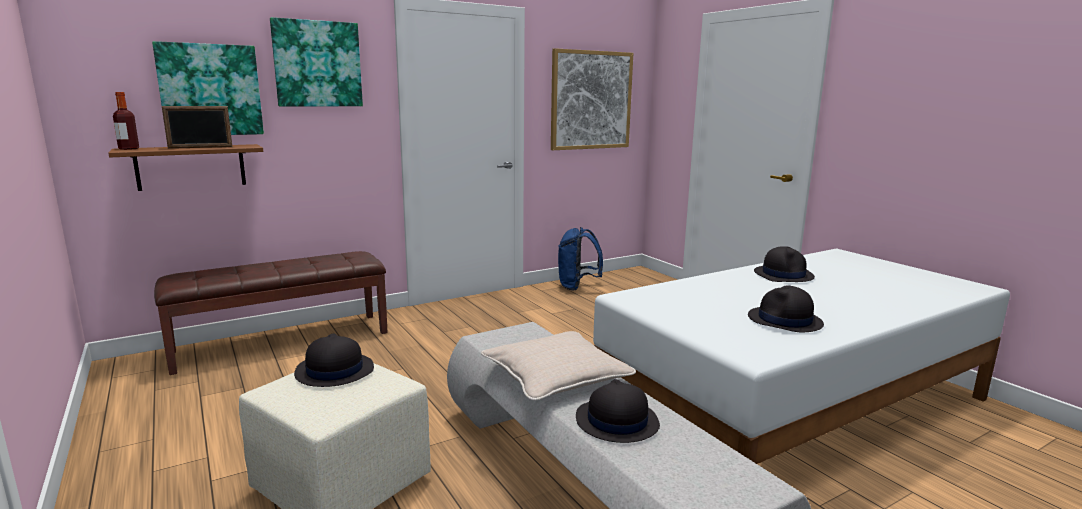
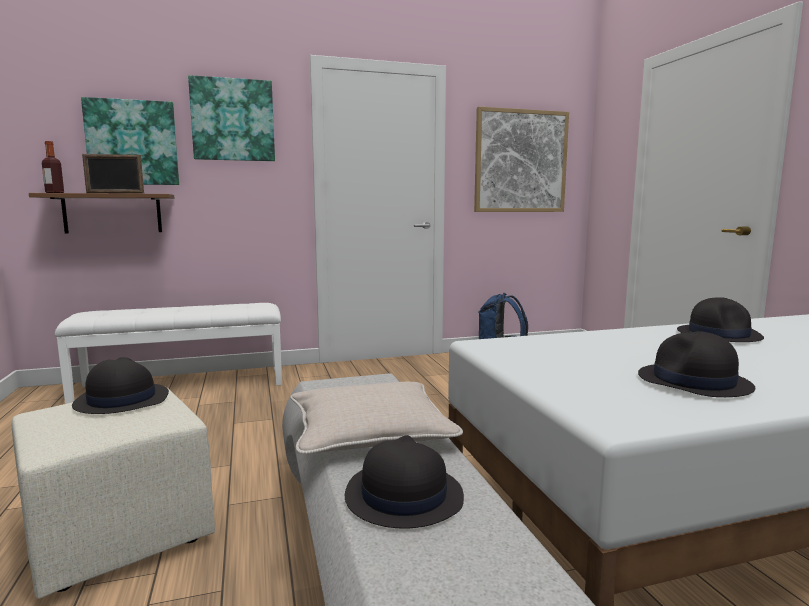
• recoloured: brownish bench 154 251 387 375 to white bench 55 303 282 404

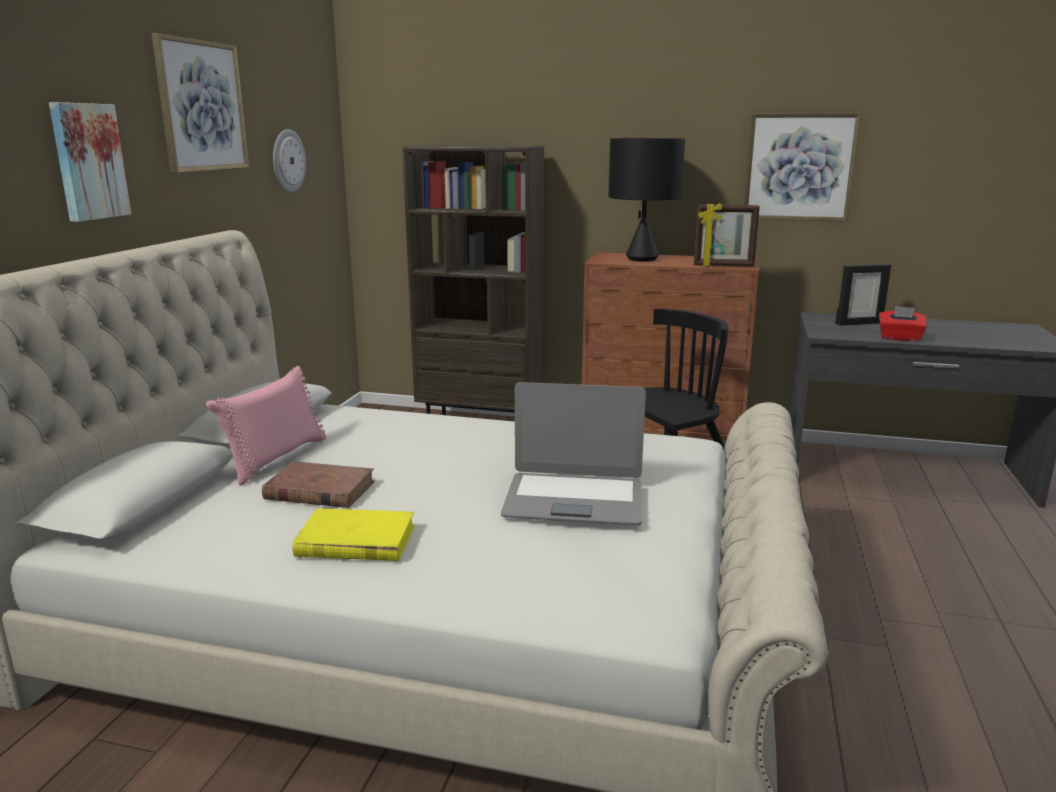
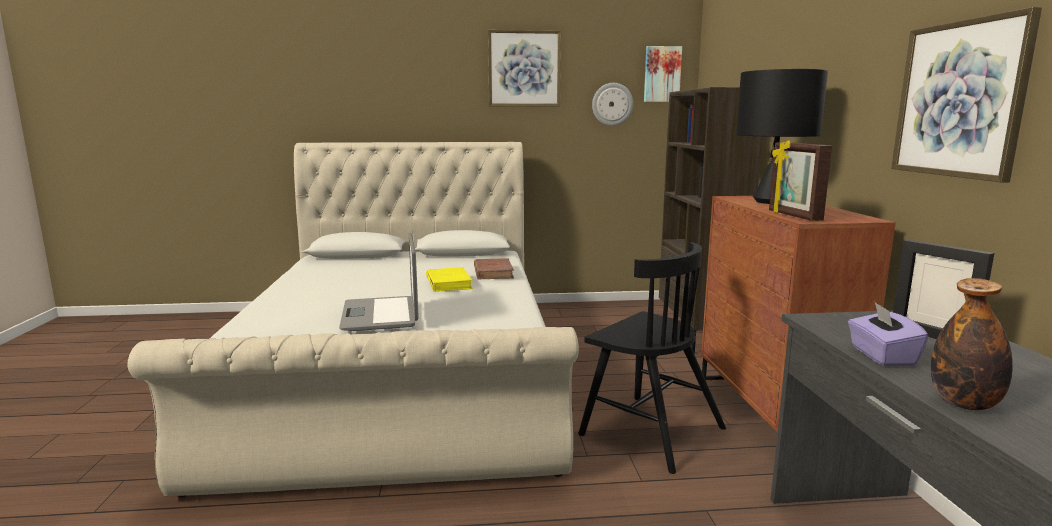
• moved: wall art 49 102 131 222 to 644 46 682 102
• removed: pink cushion 206 366 327 486
• moved: brownish bound book 262 461 375 508 to 474 258 514 279
• moved: yellow-coloured bound book 292 508 415 561 to 426 267 473 292
• recoloured: red tissue holder 879 306 927 341 to purple tissue holder 848 301 929 366
• added: bottle 931 278 1013 410

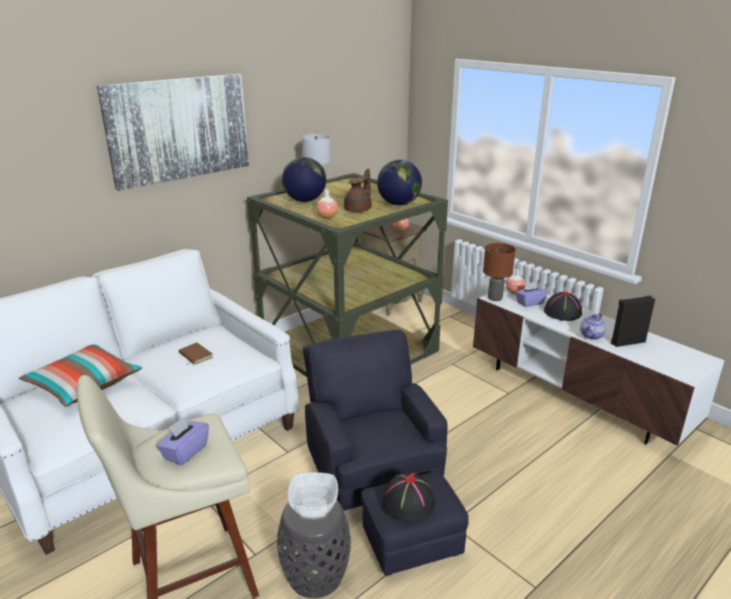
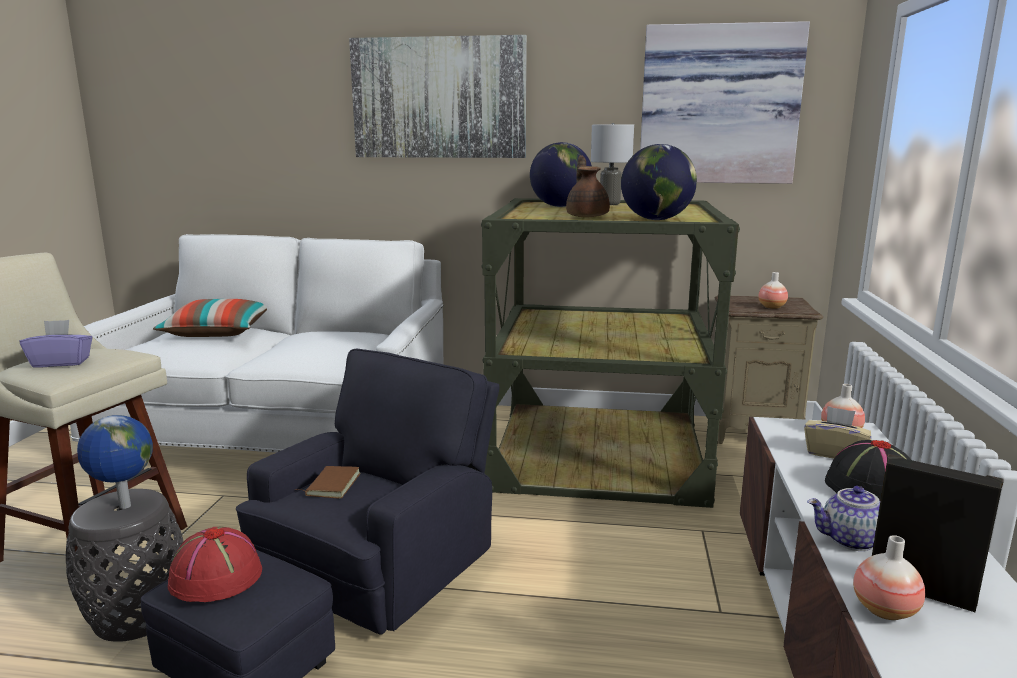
• moved: brownish bound book 179 343 213 365 to 295 466 360 499
• replaced: serving bowl 288 472 338 520 to desk globe 77 415 153 509
• moved: vase 316 190 338 219 to 853 535 925 620
• turned: brownish teapot 344 169 372 212 = 566 155 610 217 90 degrees counterclockwise
• recoloured: black-coloured wearable hat 382 472 435 522 to red wearable hat 168 527 262 602
• removed: brownish lamp for a table 483 243 516 301
• recoloured: purple tissue holder 515 282 548 307 to sand-coloured tissue holder 804 406 871 459
• added: wall art 640 21 810 184

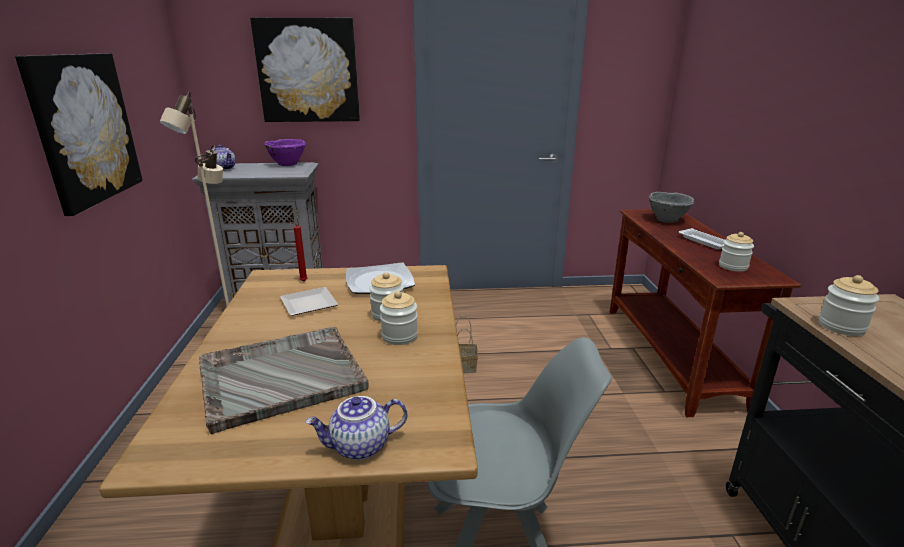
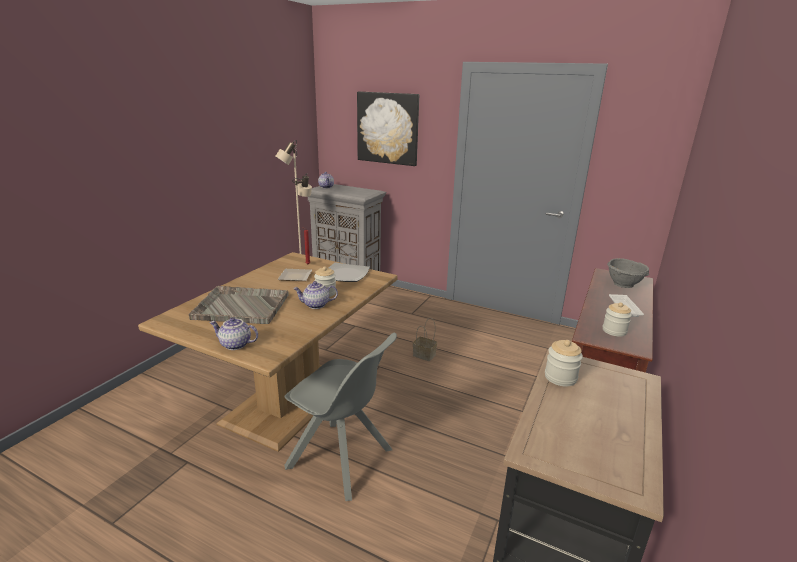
• removed: wall art 15 53 143 216
• removed: purple serving bowl 264 139 306 166
• replaced: storage jar 380 291 418 345 to teapot 293 281 338 309

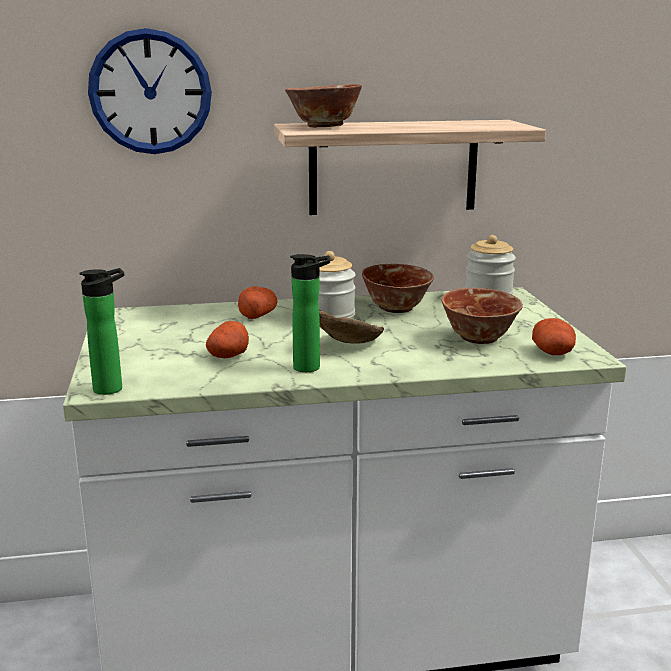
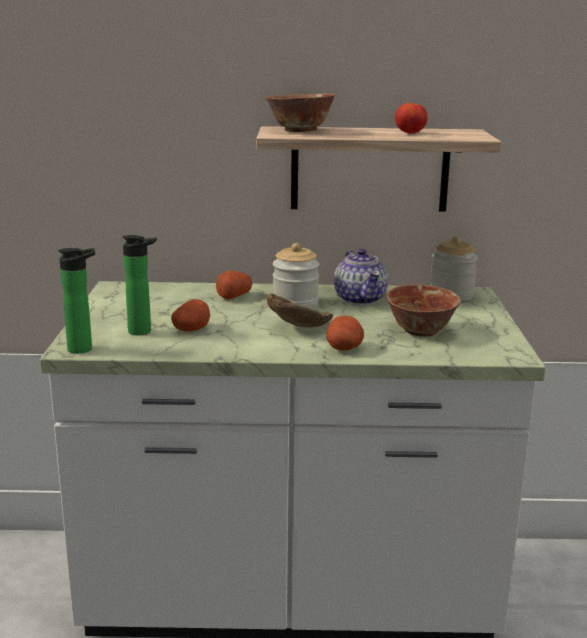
• removed: hanging clock 88 28 212 154
• moved: bottle 290 254 330 372 to 122 235 157 335
• replaced: serving bowl 362 264 434 313 to teapot 334 249 388 305
• moved: potato 532 318 576 355 to 326 316 364 351
• added: fresh tomato 395 103 428 134

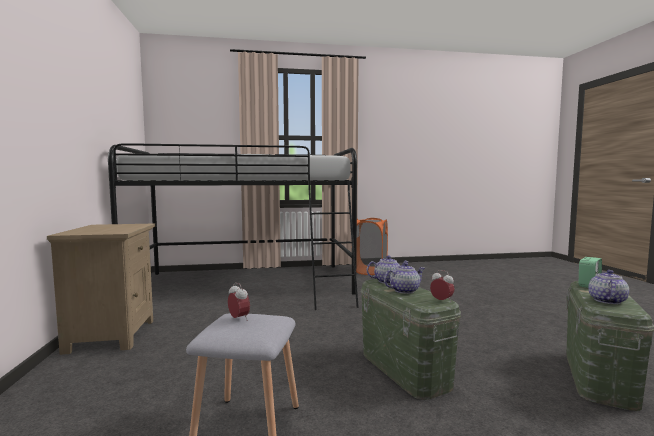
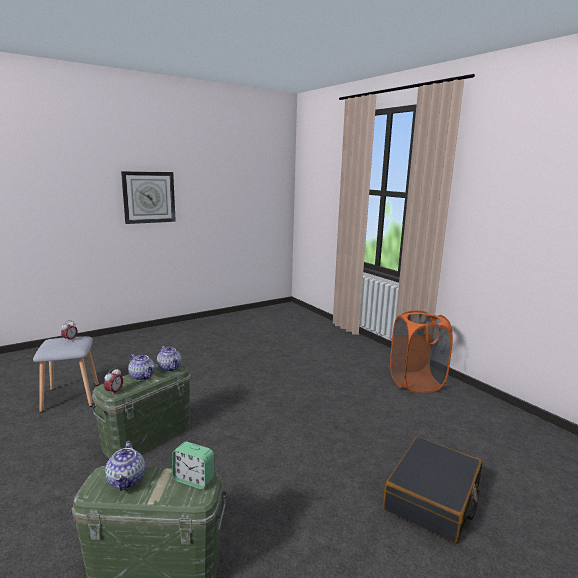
• removed: sand-coloured night table 47 223 155 355
• removed: black-coloured bedroom bed 108 143 359 310
• turned: teapot 588 270 629 304 = 105 441 145 491 75 degrees clockwise
• added: hanging clock 121 171 176 224
• added: black-coloured piece of luggage 383 437 482 543

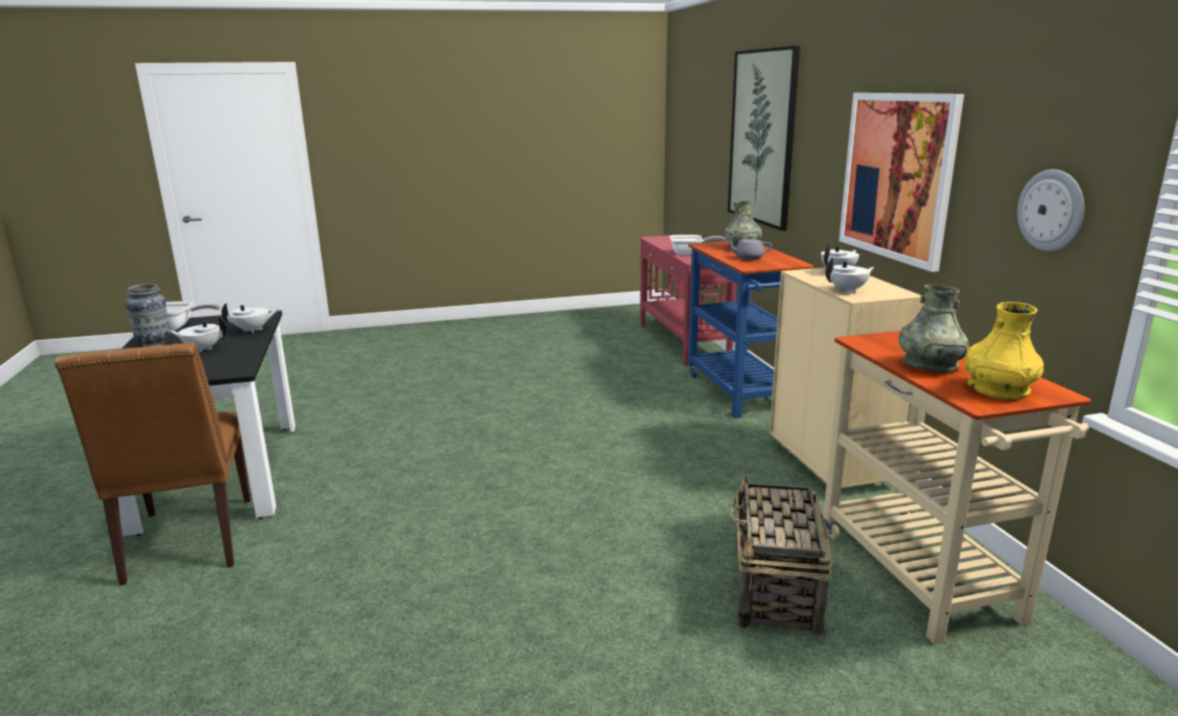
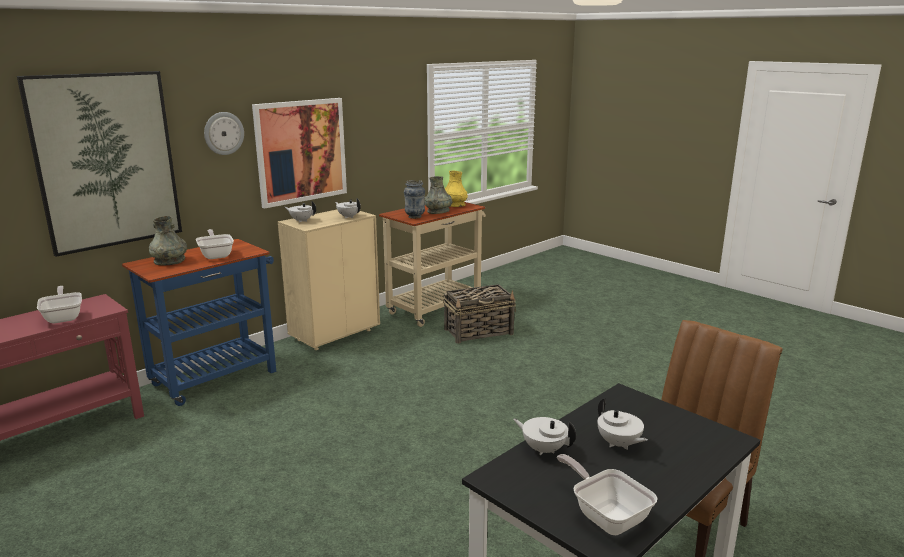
• moved: vase 125 284 171 347 to 404 180 425 219
• replaced: gray teapot 726 236 772 260 to skillet 196 229 234 259
• moved: hanging clock 1017 169 1084 251 to 204 112 244 155

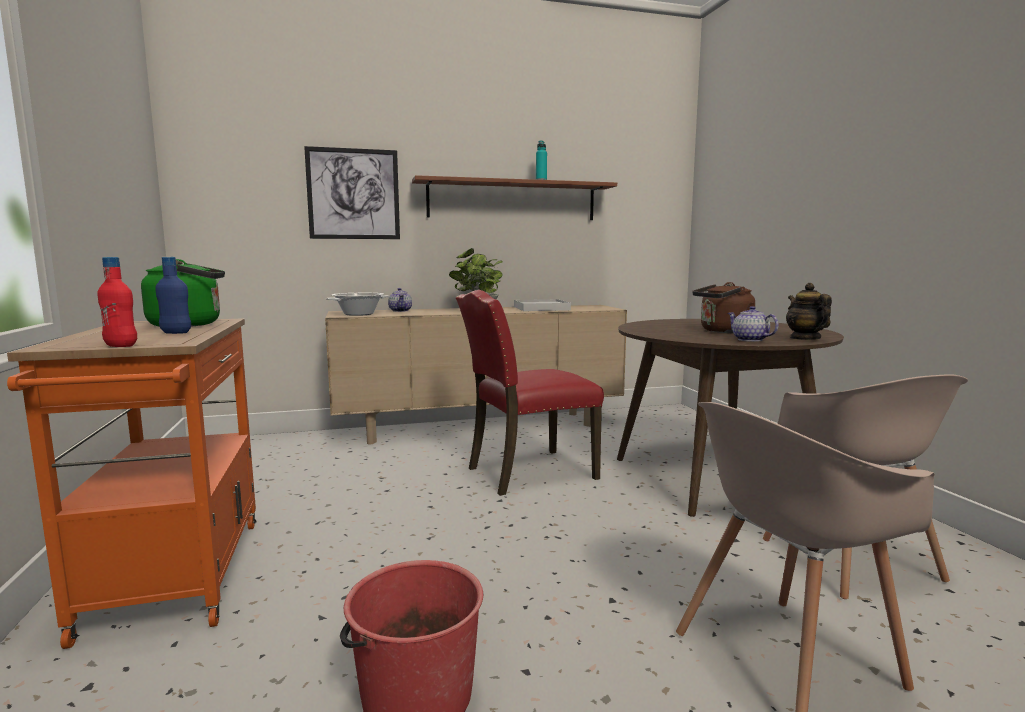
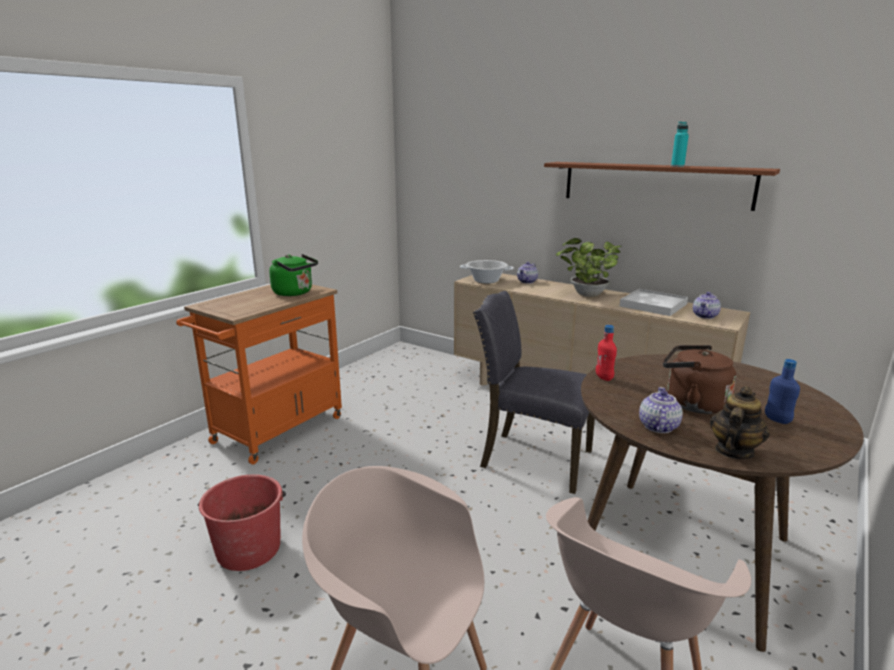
• moved: red bottle 97 257 137 347 to 596 325 617 381
• moved: bluish bottle 155 257 191 334 to 765 359 800 424
• removed: wall art 304 146 400 239
• recoloured: red plain chair 456 290 604 496 to gray plain chair 473 291 595 494
• added: teapot 693 292 721 319

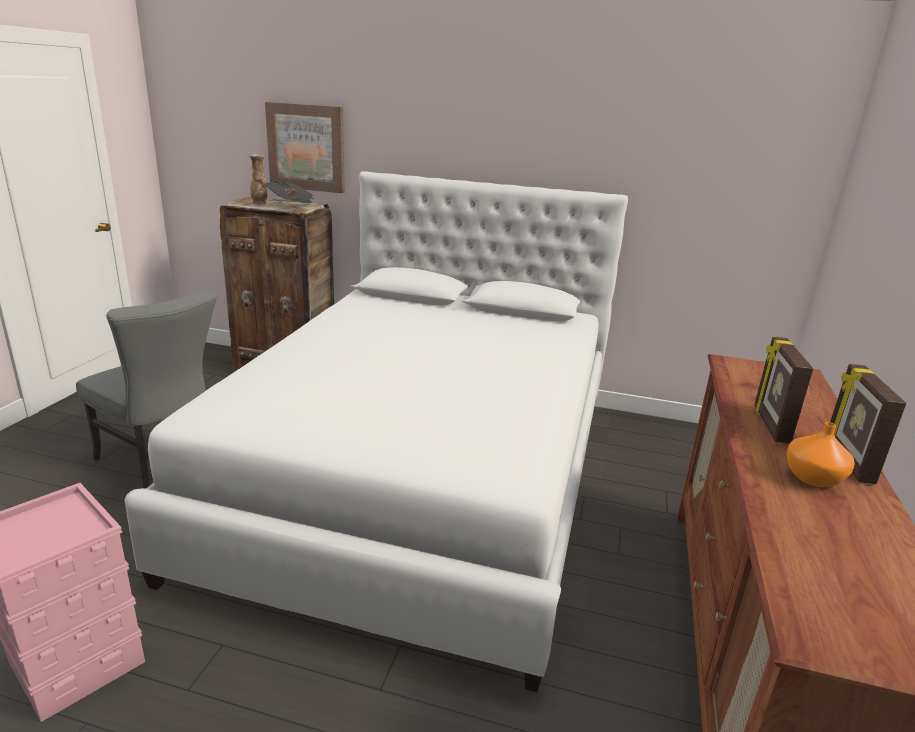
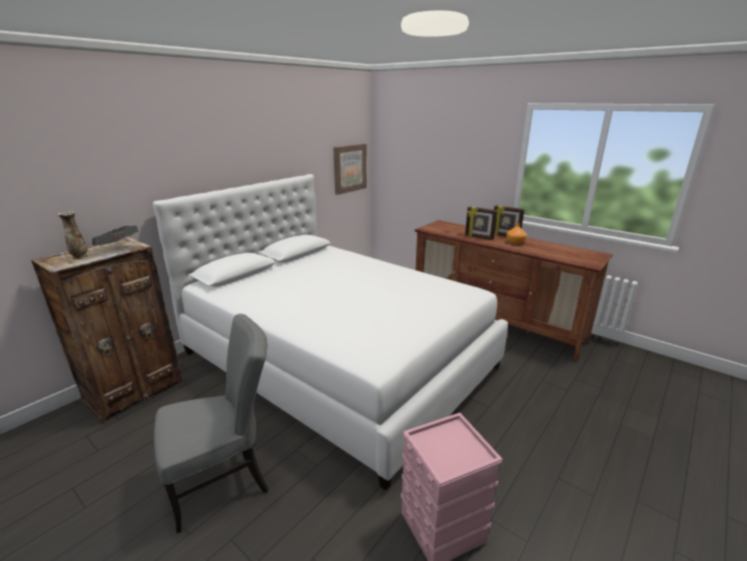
• moved: wall art 265 102 345 193 to 333 144 367 195

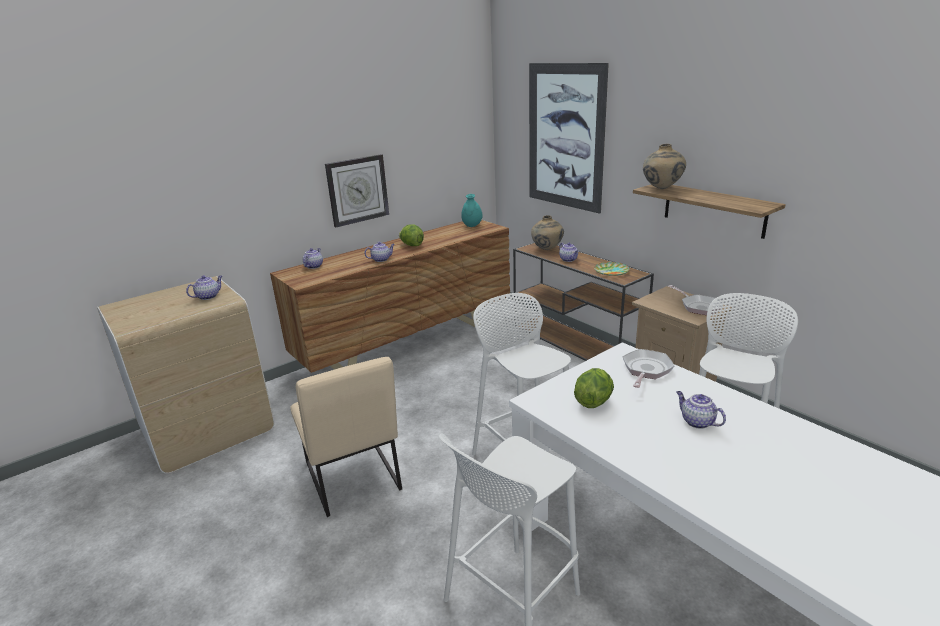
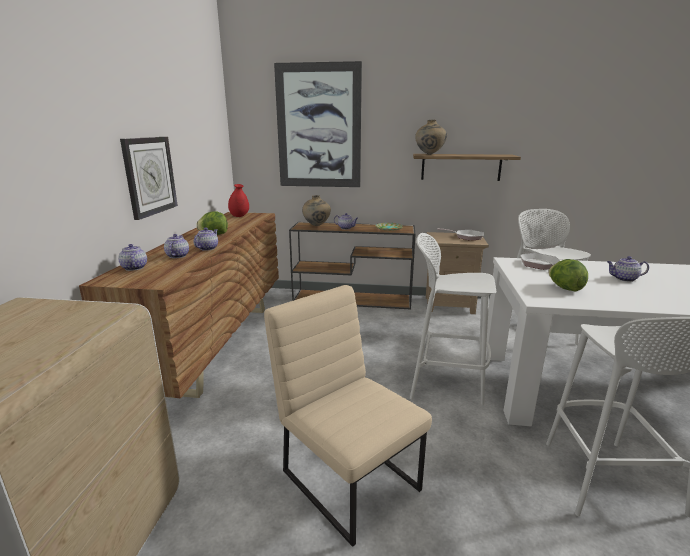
• moved: teapot 186 275 222 300 to 164 234 189 258
• turned: sand-coloured plain chair 290 357 402 517 = 264 285 432 547 150 degrees counterclockwise
• recoloured: turquoise-coloured vase 461 194 483 227 to red vase 228 184 249 217

